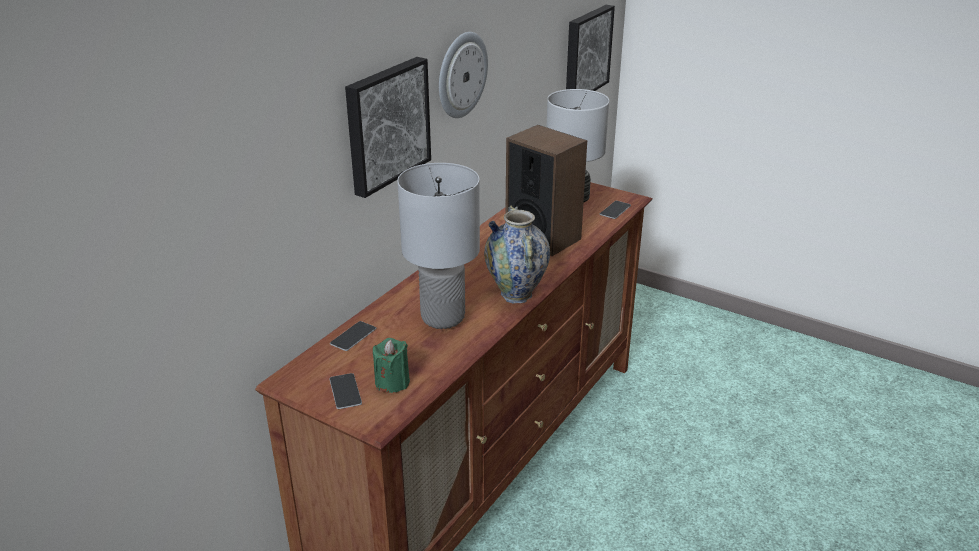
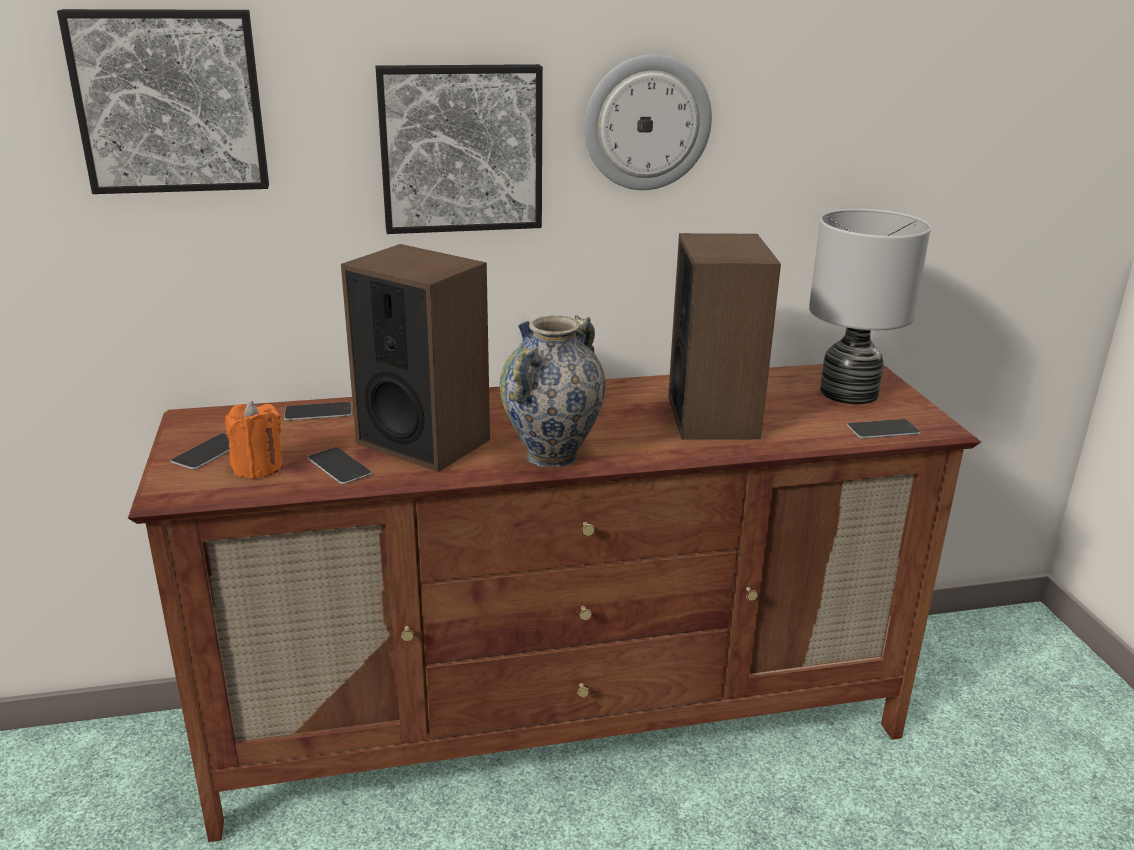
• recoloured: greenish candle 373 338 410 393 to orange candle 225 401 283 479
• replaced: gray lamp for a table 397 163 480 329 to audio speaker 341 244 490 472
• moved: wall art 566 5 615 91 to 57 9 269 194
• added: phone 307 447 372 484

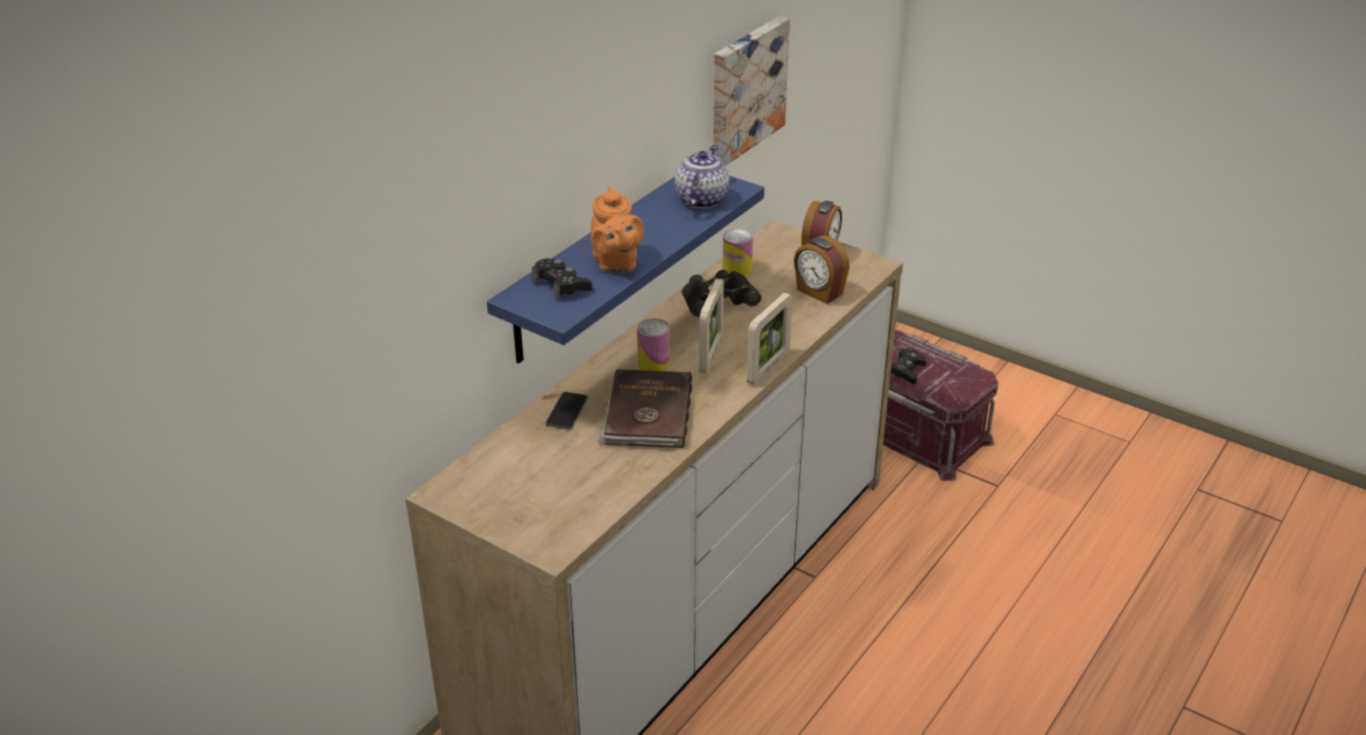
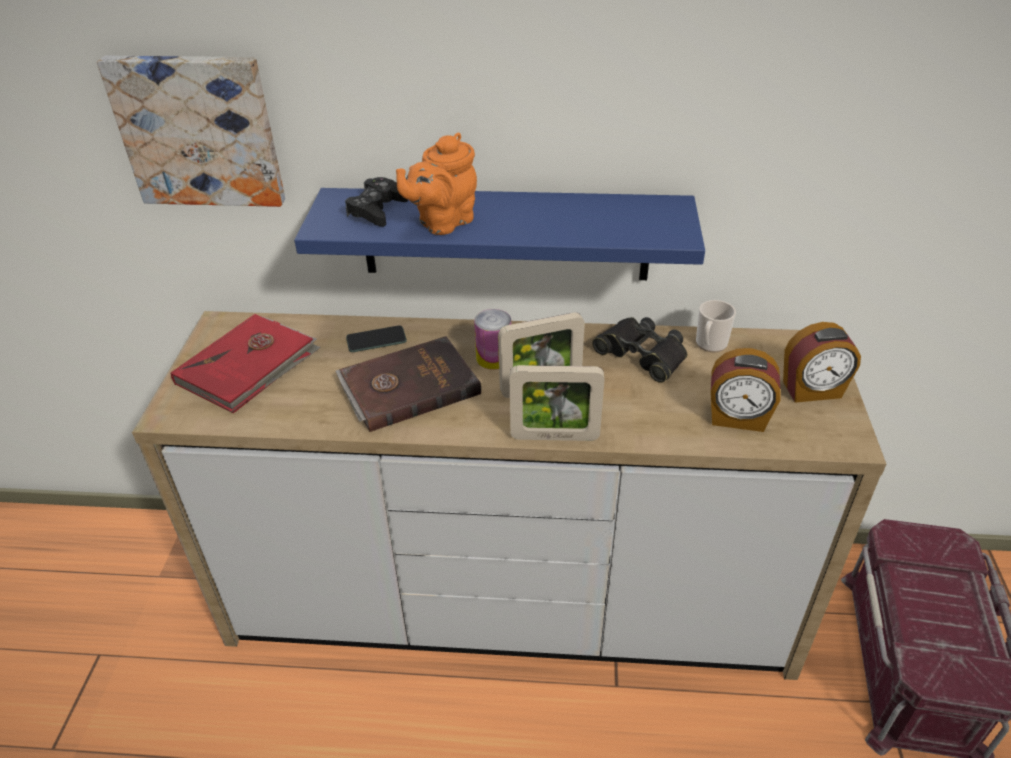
• removed: teapot 674 145 729 208
• moved: wall art 713 16 790 166 to 97 56 285 207
• replaced: sealed can 722 229 753 276 to tea mug 696 300 736 352
• turned: table clock 794 235 850 304 = 711 348 780 432 90 degrees counterclockwise
• removed: black-coloured joypad 891 348 927 384
• added: red bound book 171 314 321 413

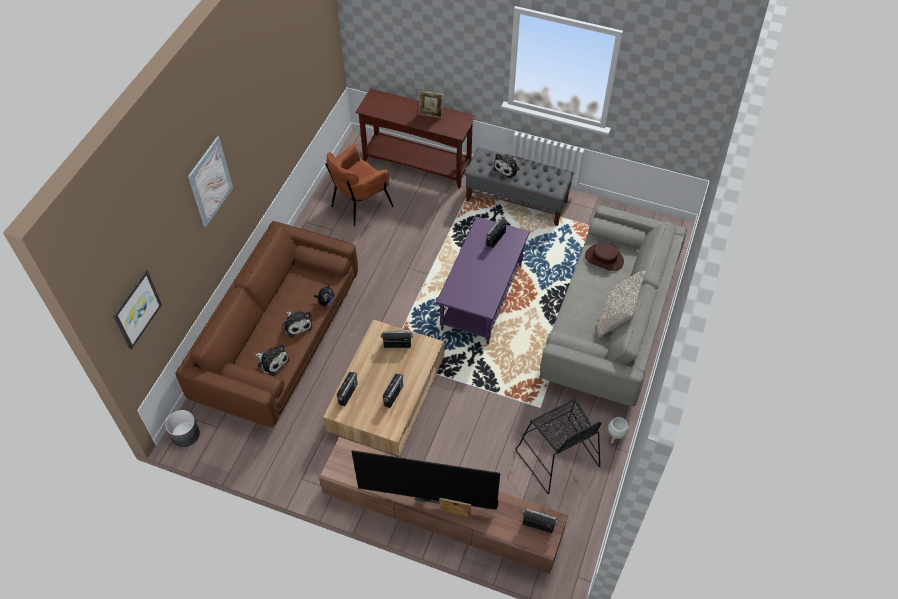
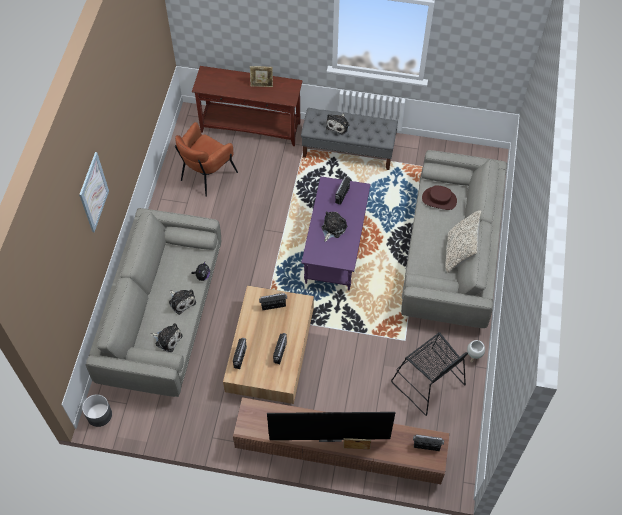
• removed: wall art 112 270 162 350
• recoloured: brownish settee 175 221 358 427 to gray settee 86 208 221 397
• added: soft toy 321 212 348 242

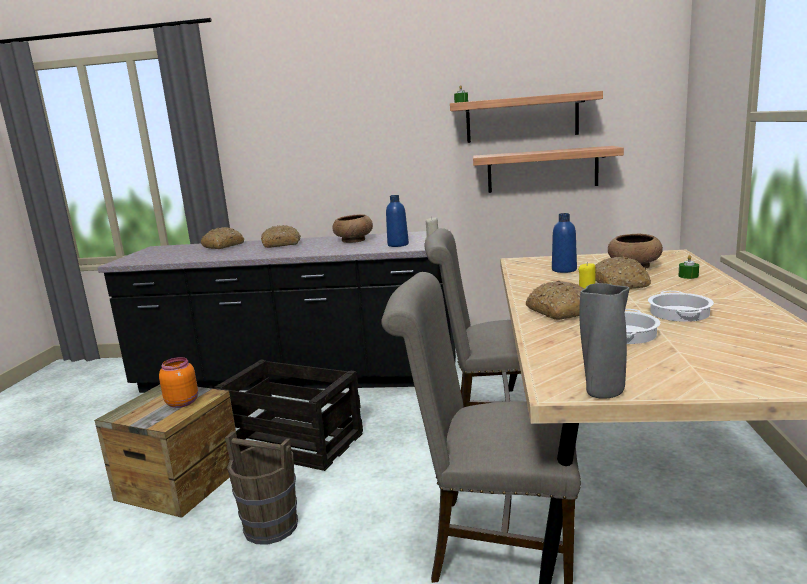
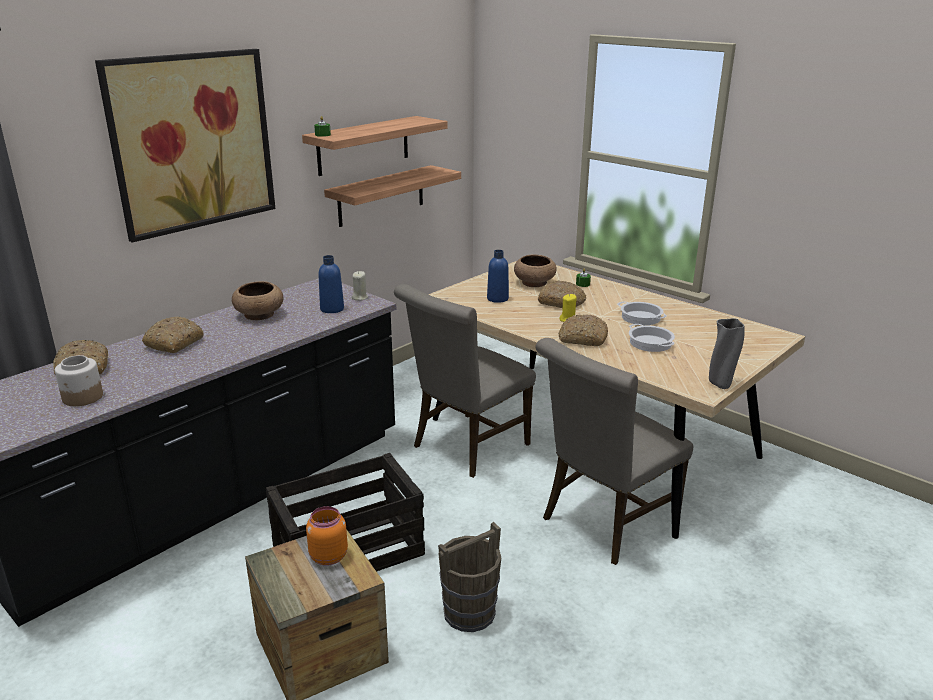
• added: storage jar 55 355 103 406
• added: wall art 95 49 276 243

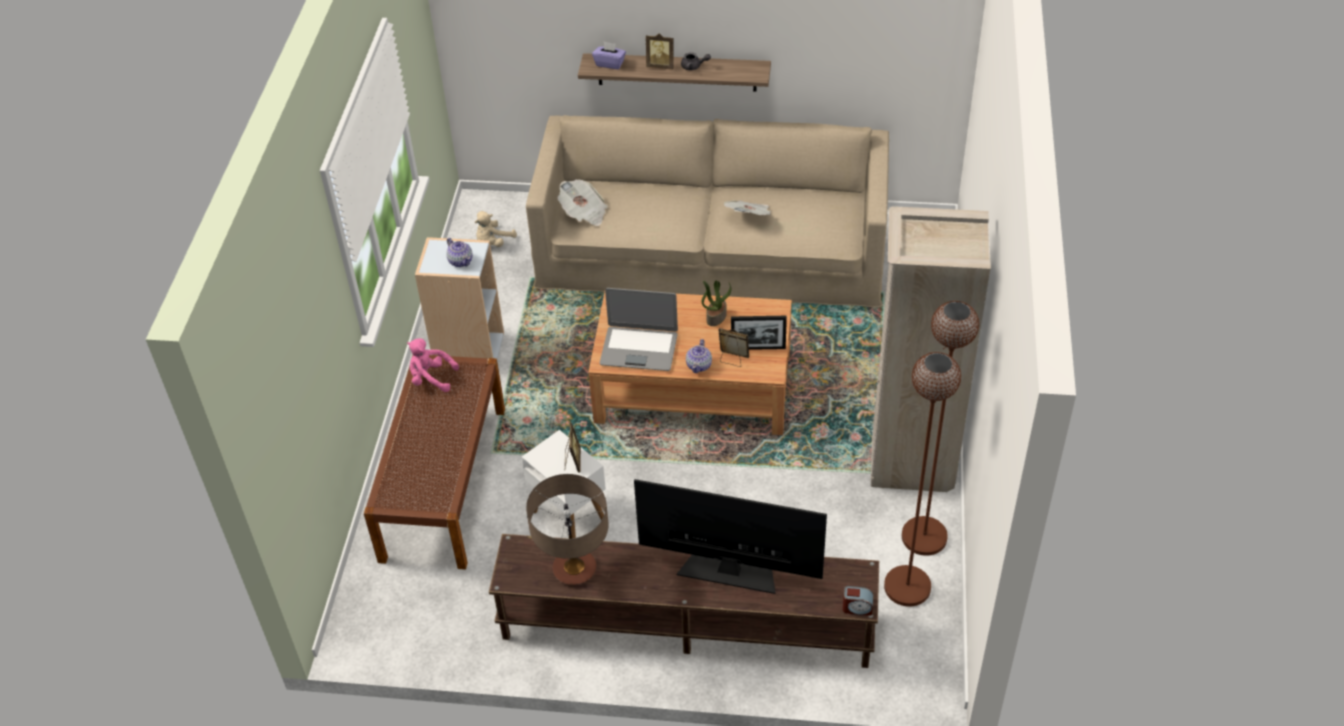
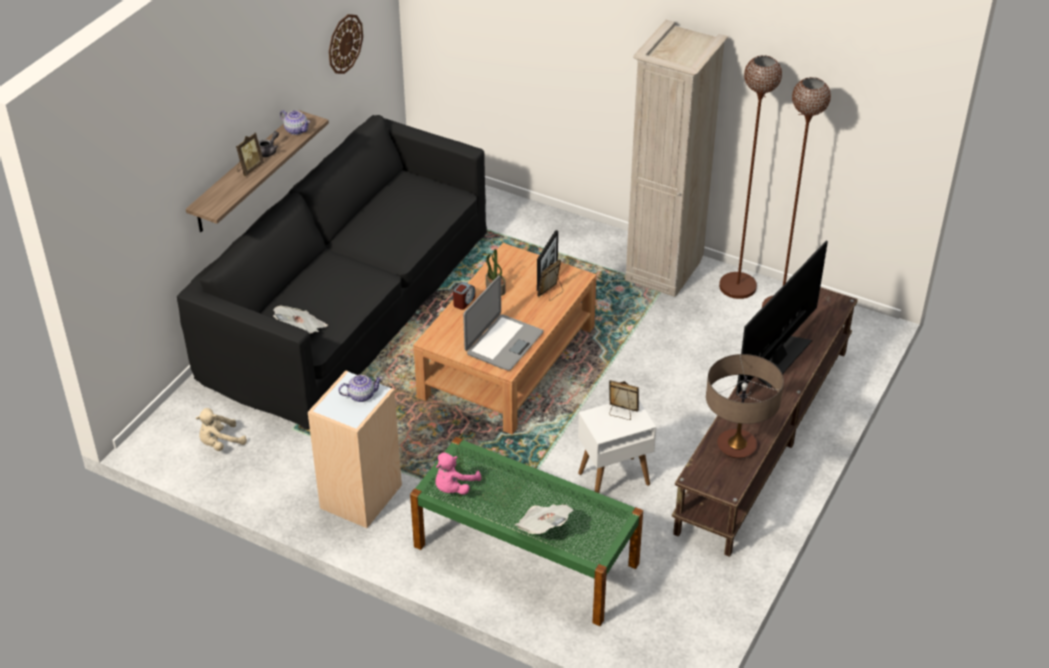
• recoloured: brownish bench 364 355 505 570 to greenish bench 410 437 643 626
• turned: sand-coloured soft toy 474 211 517 247 = 196 408 247 451 90 degrees clockwise
• recoloured: sand-coloured settee 526 115 889 307 to black-coloured settee 177 115 487 430
• removed: purple tissue holder 592 42 626 69
• moved: teapot 686 339 712 373 to 280 110 310 135
• moved: newspaper 723 200 771 215 to 515 504 573 534
• moved: table clock 843 586 873 616 to 453 282 475 310
• added: hanging clock 329 14 363 74

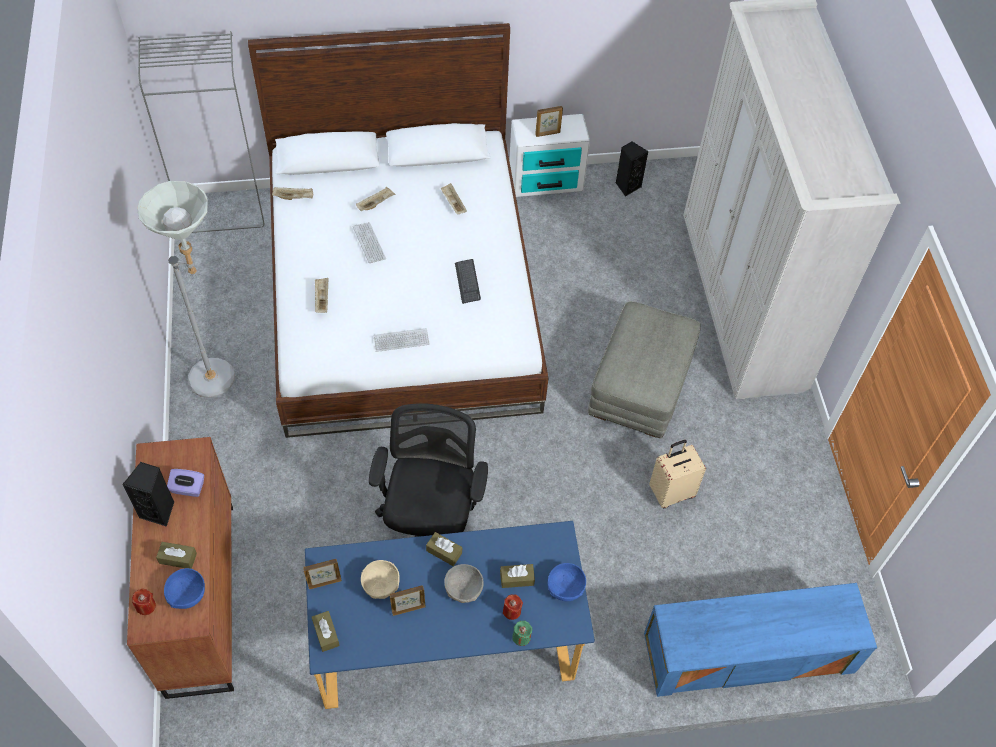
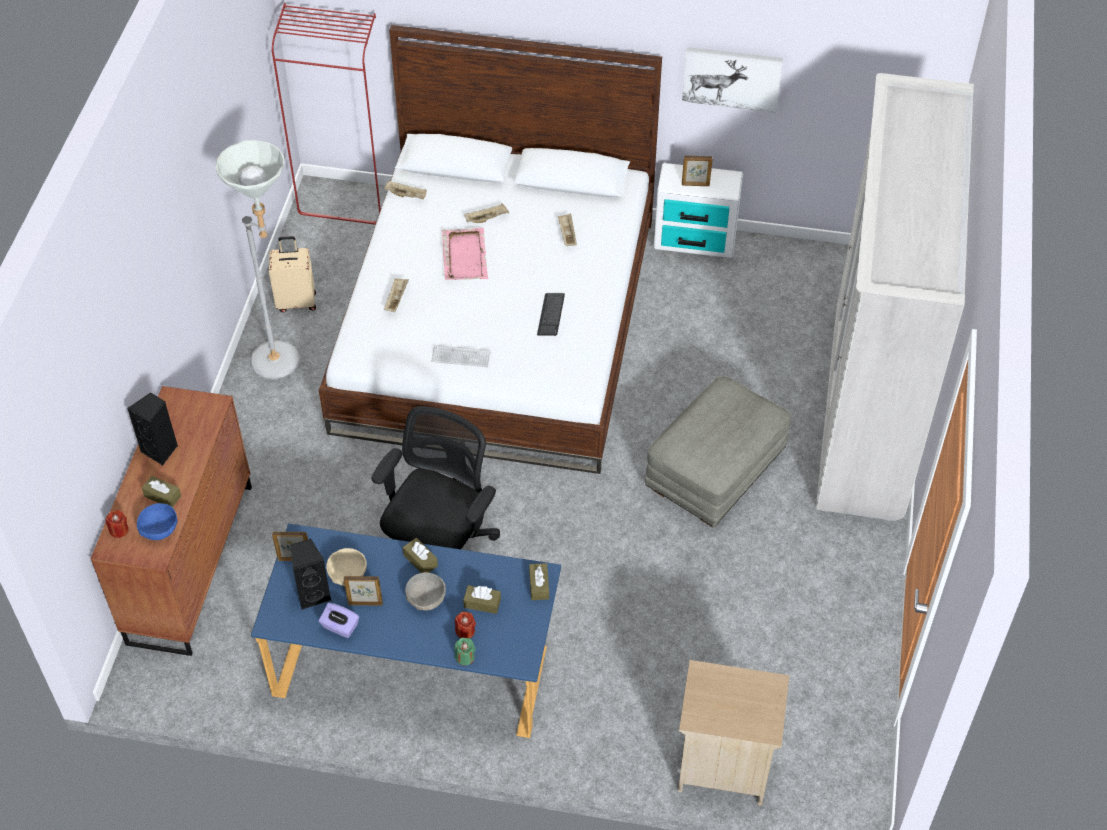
• recoloured: gray garment rack 138 31 264 233 to red garment rack 272 3 381 225
• moved: purple tissue holder 167 469 204 497 to 319 603 359 638
• moved: brownish tissue holder 312 611 340 652 to 529 563 549 600
• replaced: computer keyboard 353 222 386 263 to pink tray 442 228 489 280
• removed: bluish serving bowl 547 563 586 601
• moved: black-coloured audio speaker 616 142 649 197 to 291 539 332 610
• replaced: bluish bench 644 583 877 697 to sand-coloured night table 678 660 789 806
• moved: sand-coloured piece of luggage 649 440 706 508 to 269 236 316 312
• added: wall art 682 47 783 113

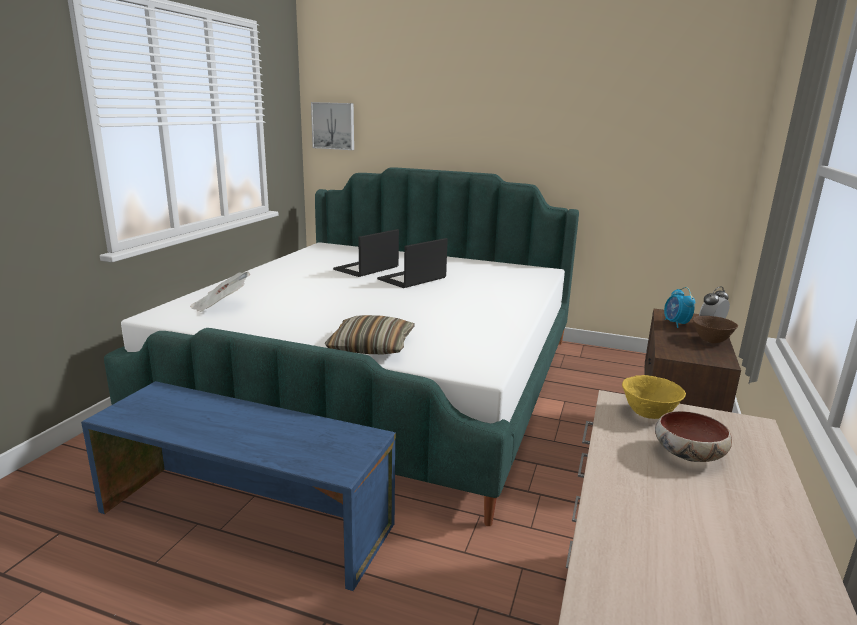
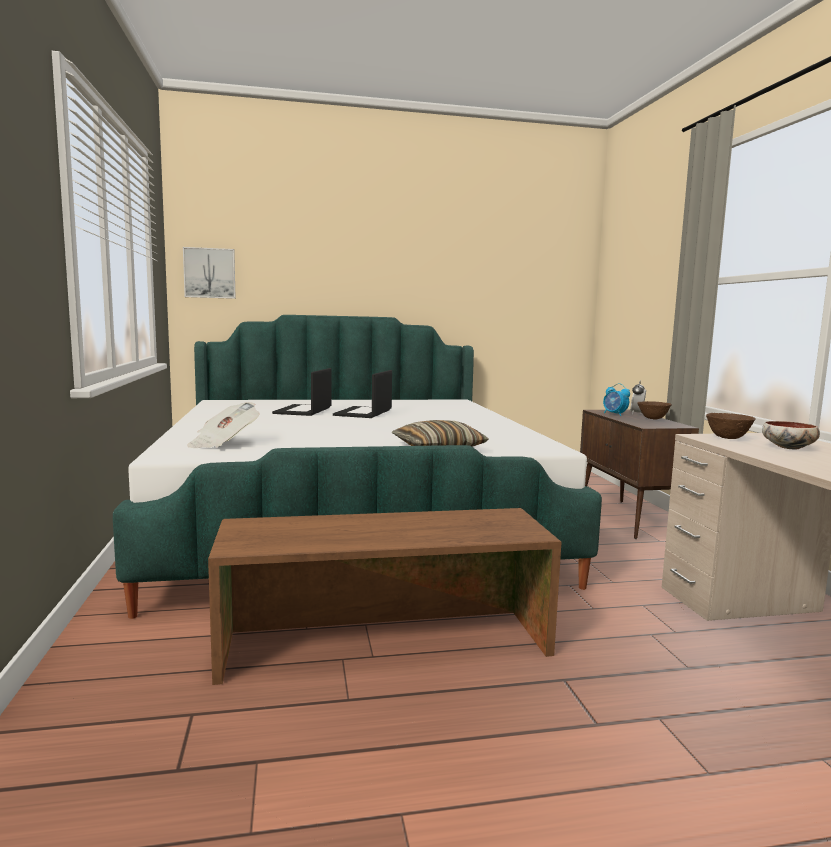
• recoloured: bluish bench 81 381 396 591 to brownish bench 208 508 561 685
• recoloured: yellow-coloured serving bowl 622 375 686 419 to brownish serving bowl 706 413 756 439

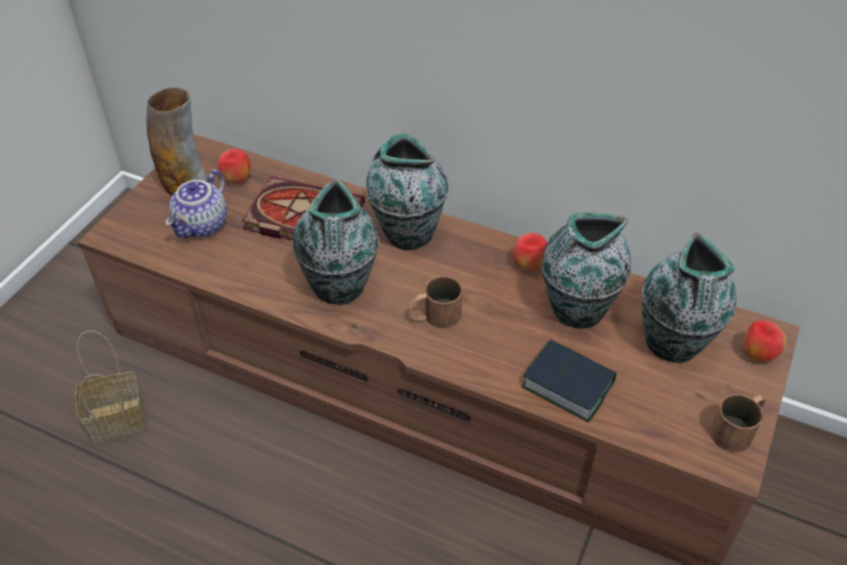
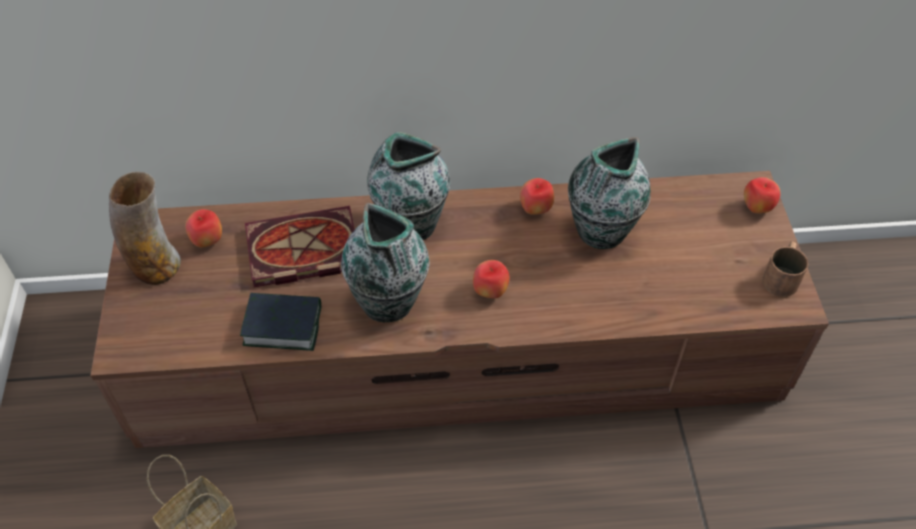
• removed: teapot 165 169 227 238
• replaced: brownish tea mug 407 276 462 328 to apple fruit 473 260 509 298
• moved: bound book 522 339 617 422 to 240 293 321 351
• removed: vase 642 232 736 363

